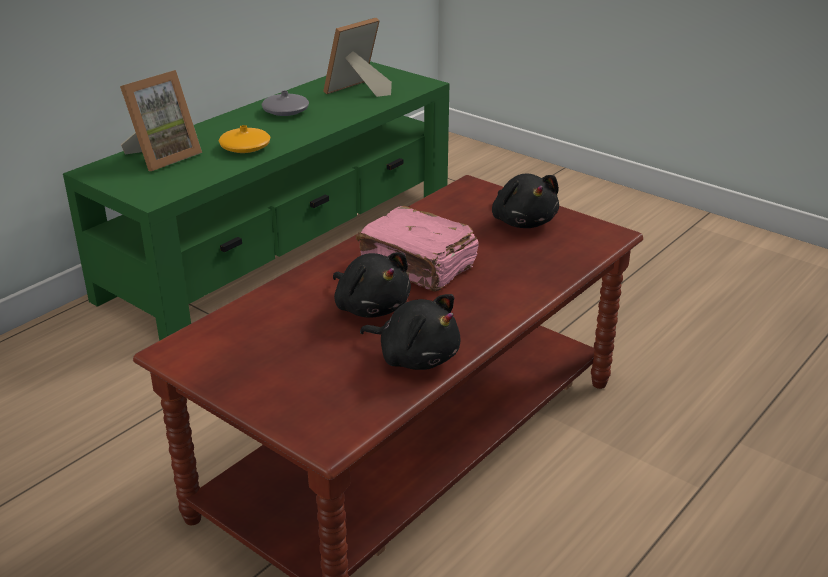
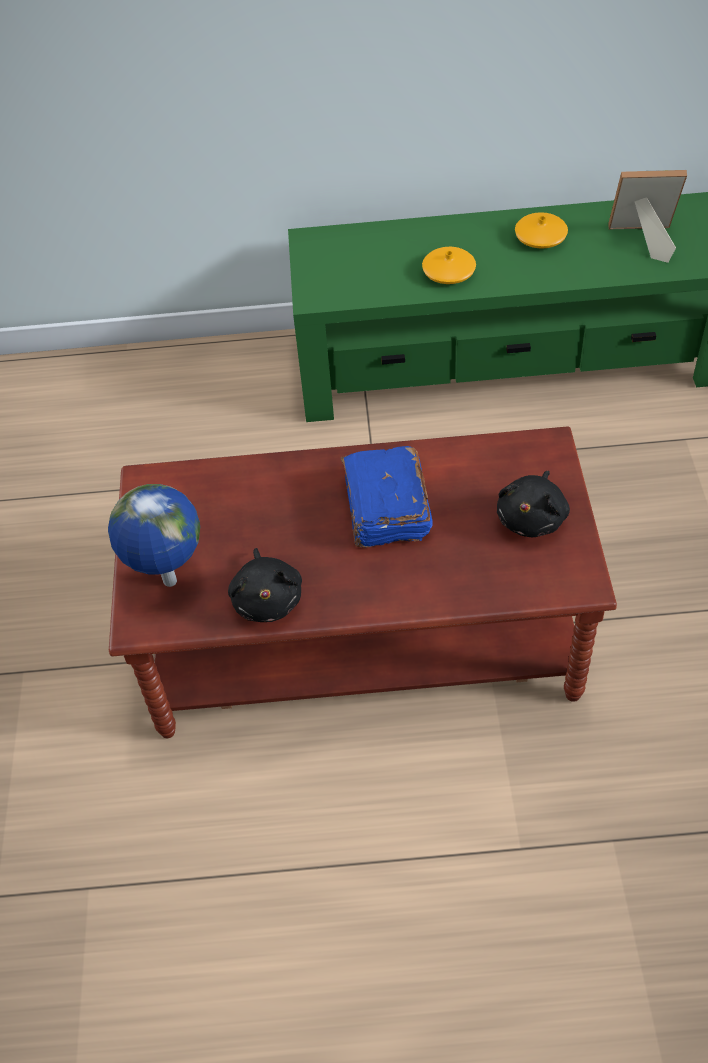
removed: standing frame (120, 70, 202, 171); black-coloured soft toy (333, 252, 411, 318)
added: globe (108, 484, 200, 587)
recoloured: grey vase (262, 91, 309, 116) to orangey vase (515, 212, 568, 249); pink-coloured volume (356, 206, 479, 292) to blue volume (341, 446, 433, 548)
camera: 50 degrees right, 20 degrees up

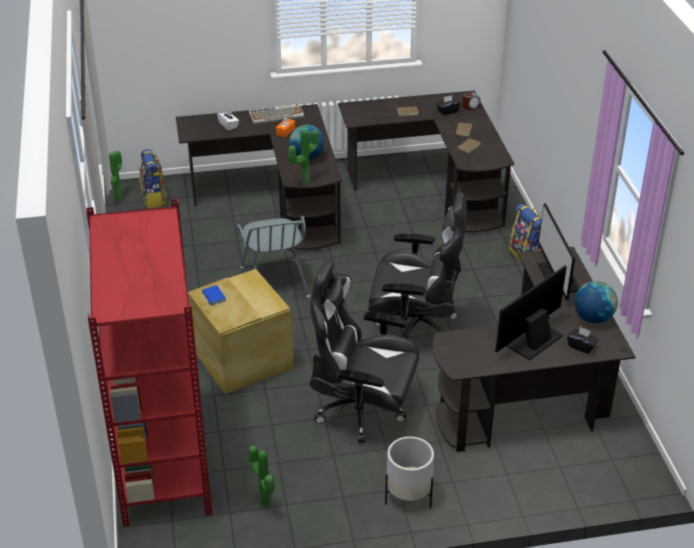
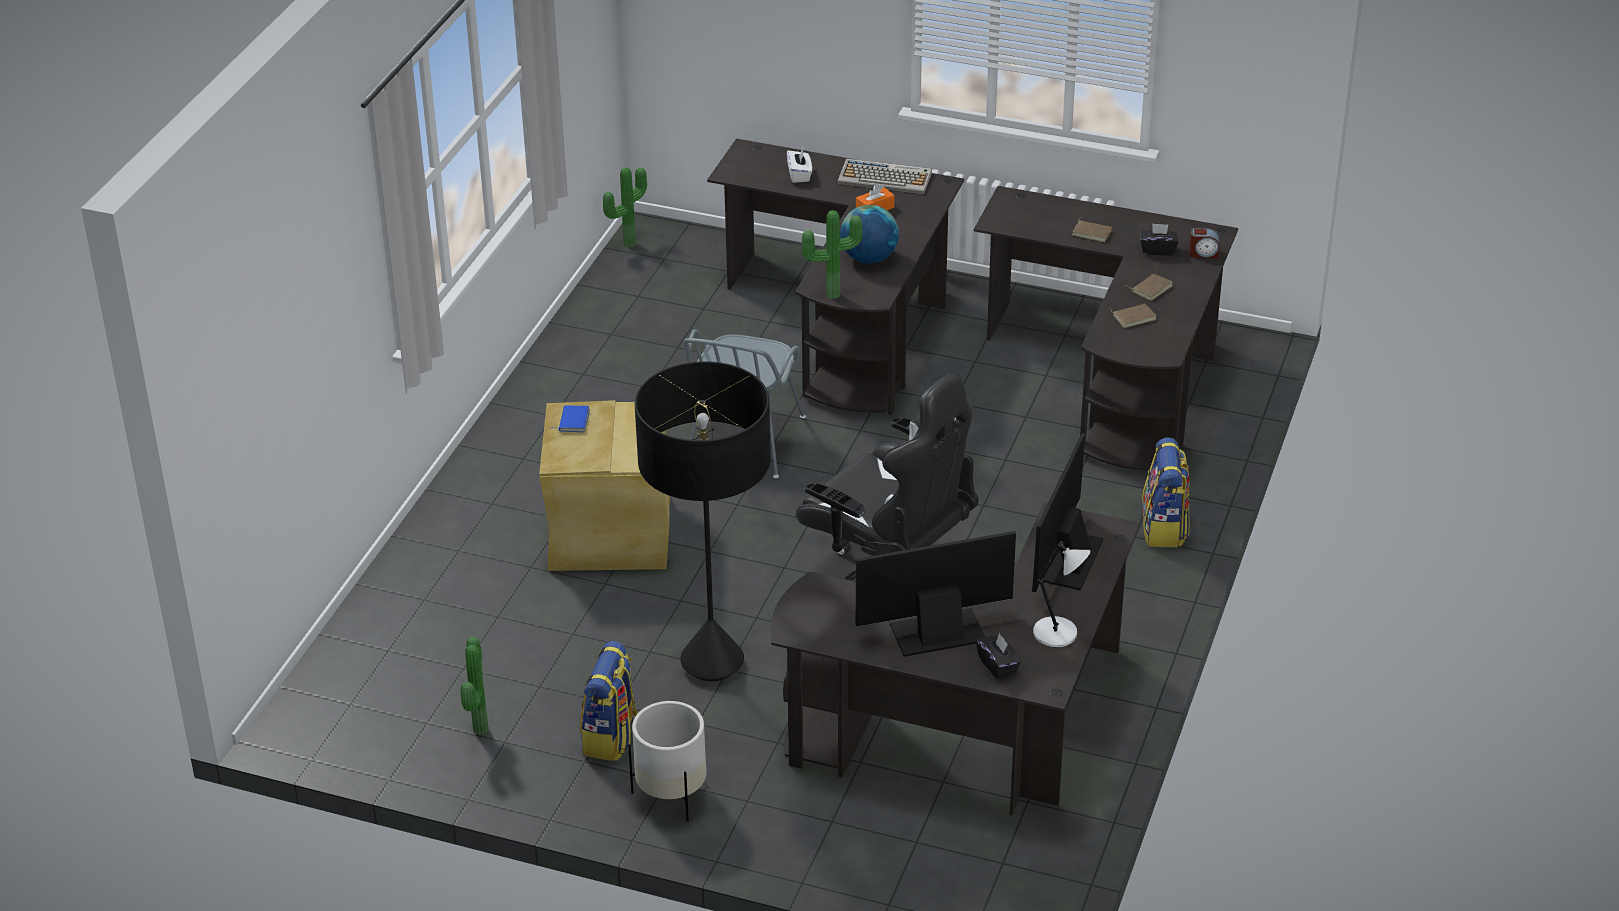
removed: reddish shelving unit (86, 199, 212, 526)
moved: knapsack (139, 149, 168, 208) to (580, 641, 639, 761)
replaced: black-coloured computer chair (310, 259, 419, 443) to black-coloured standing lamp (635, 361, 771, 681); globe (574, 281, 618, 323) to grey table lamp (1033, 541, 1091, 647)
camera: 30 degrees right, 0 degrees up

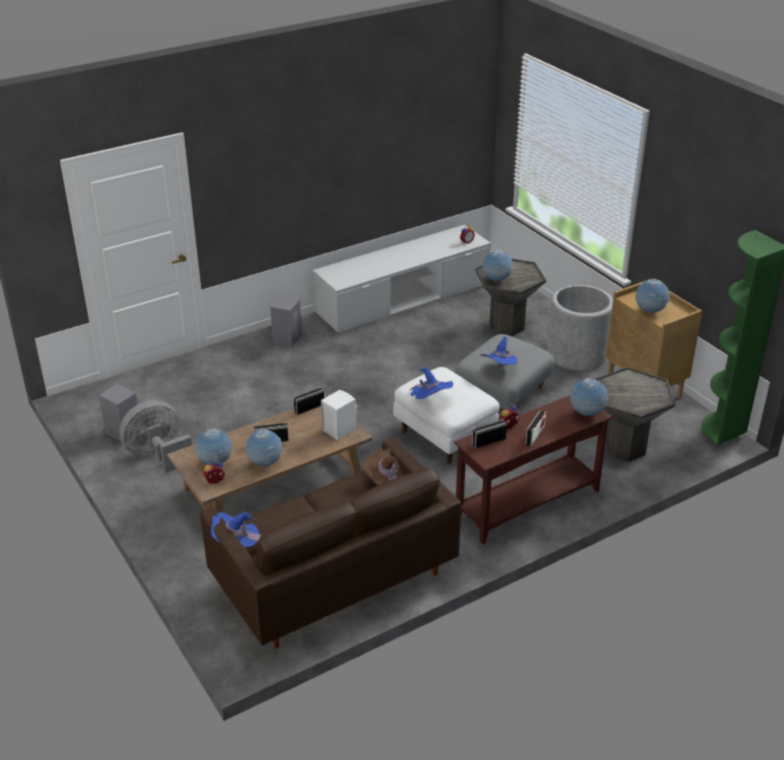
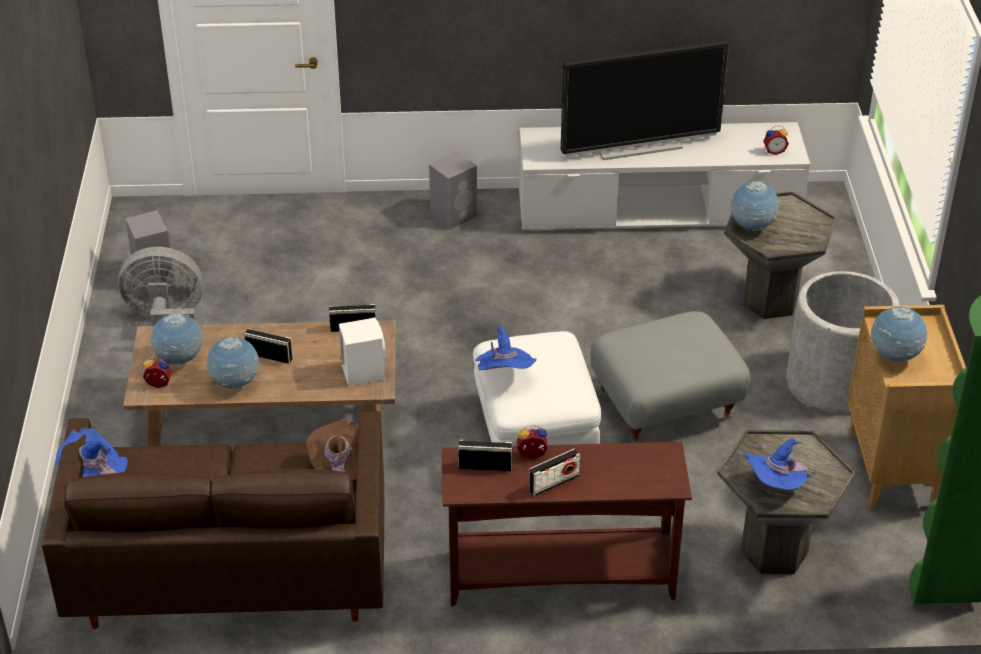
removed: globe (570, 378, 608, 416)
added: TV (561, 41, 729, 160)
moved: blue clothing hat (480, 336, 517, 365) to (743, 438, 815, 490)
camera: 30 degrees right, 5 degrees up

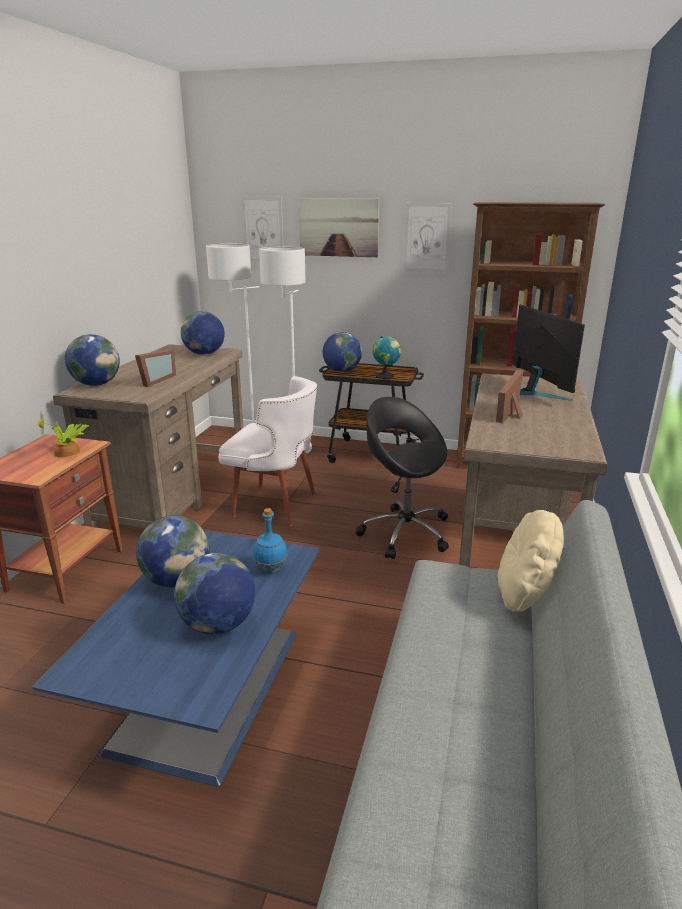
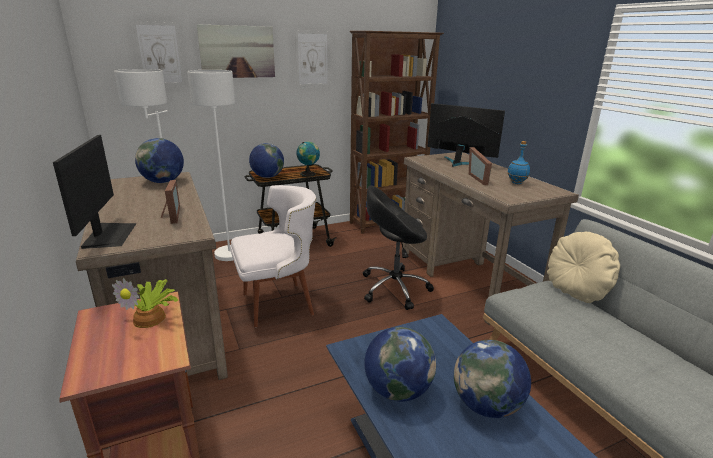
moved: blue beverage bottle (253, 508, 287, 573) to (507, 141, 530, 184)
replaced: globe (65, 334, 120, 386) to monitor (53, 135, 137, 249)
camera: 40 degrees left, 0 degrees up

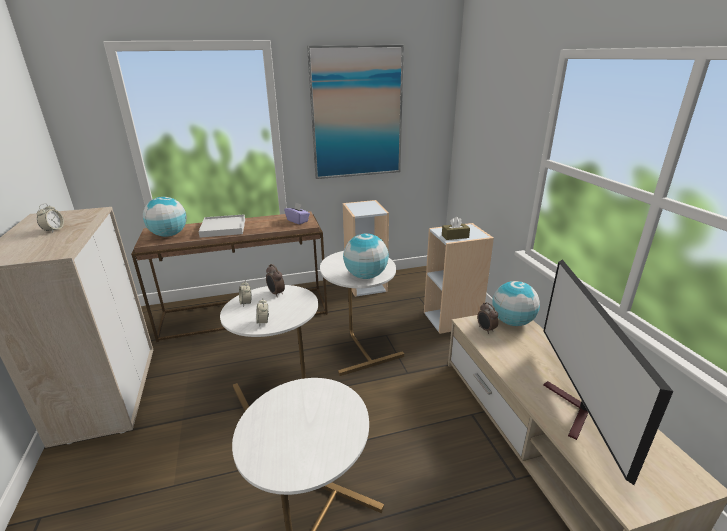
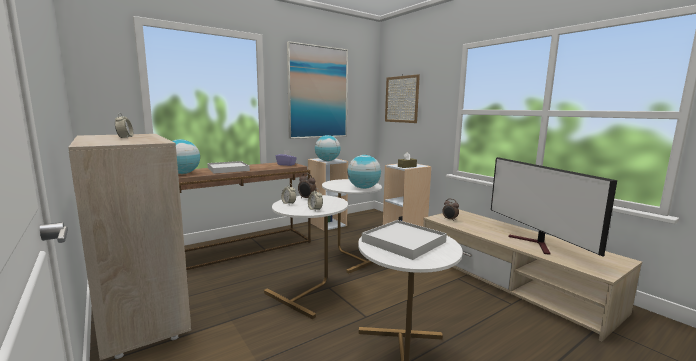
added: wall art (385, 74, 420, 123); white-coloured serving tray (362, 220, 447, 260)
moved: globe (492, 281, 540, 326) to (315, 135, 341, 161)
camera: 20 degrees left, 15 degrees down

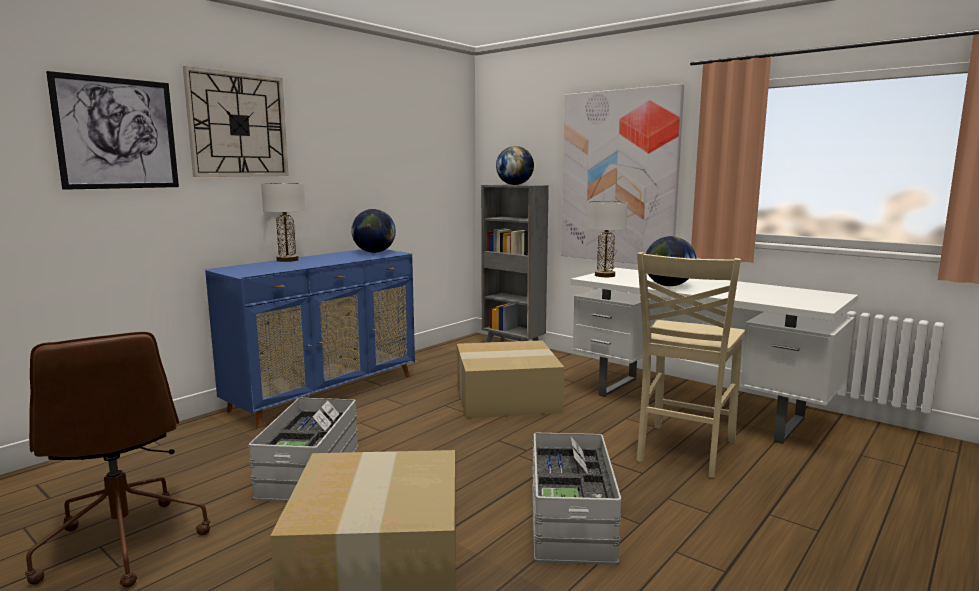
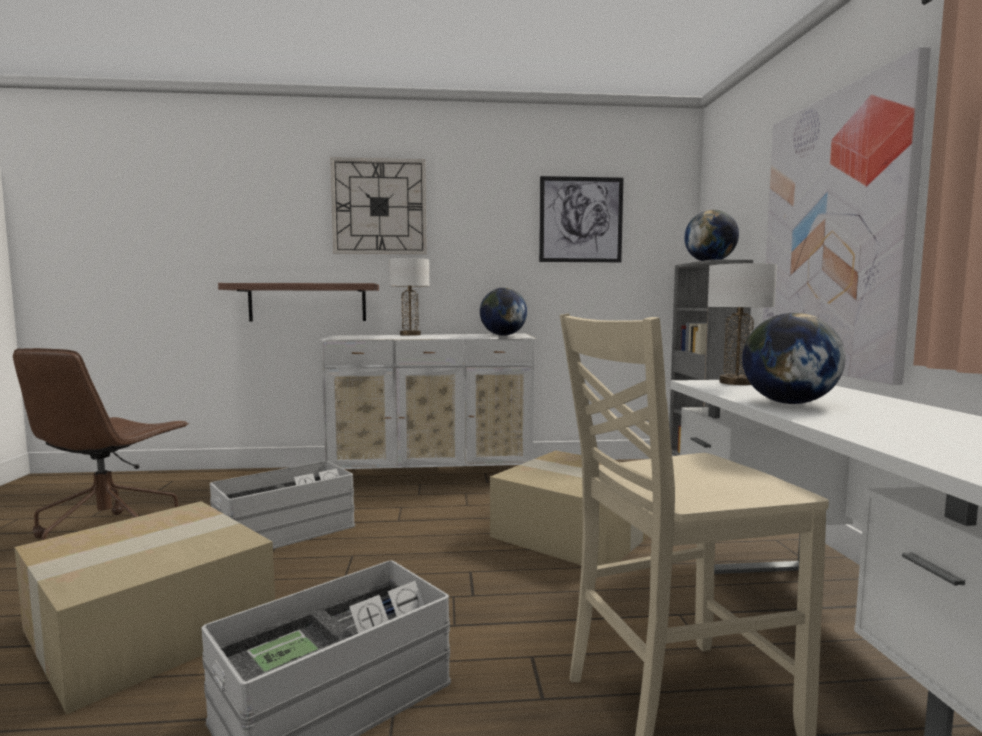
added: wall shelf (218, 283, 379, 321)
moved: wall art (46, 71, 179, 190) to (539, 176, 624, 262)
recoloured: blue cupboard (204, 249, 415, 428) to white-coloured cupboard (320, 333, 536, 470)
camera: 45 degrees right, 5 degrees down

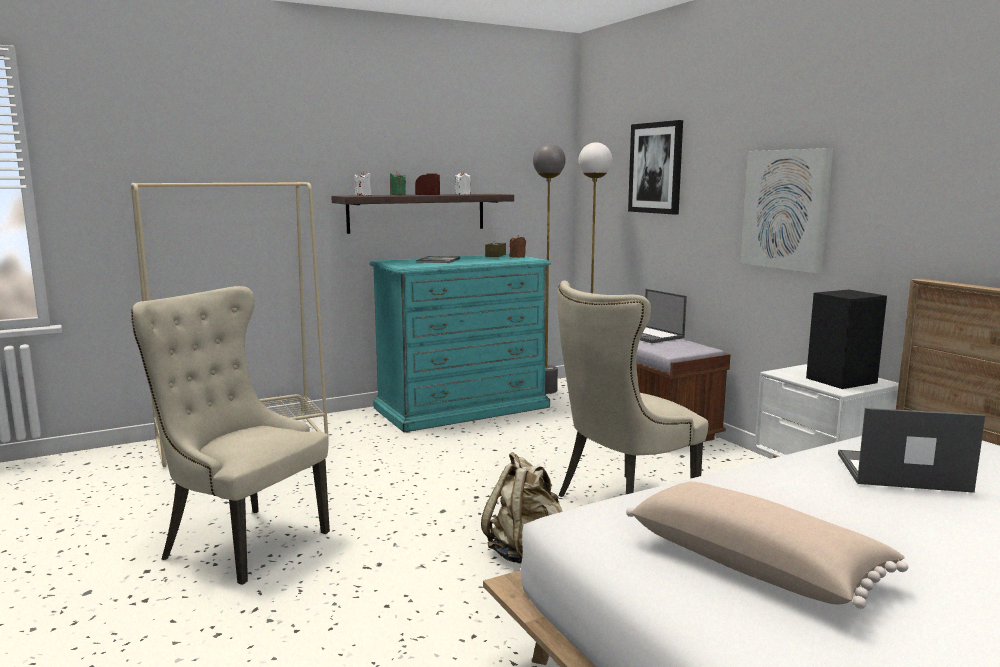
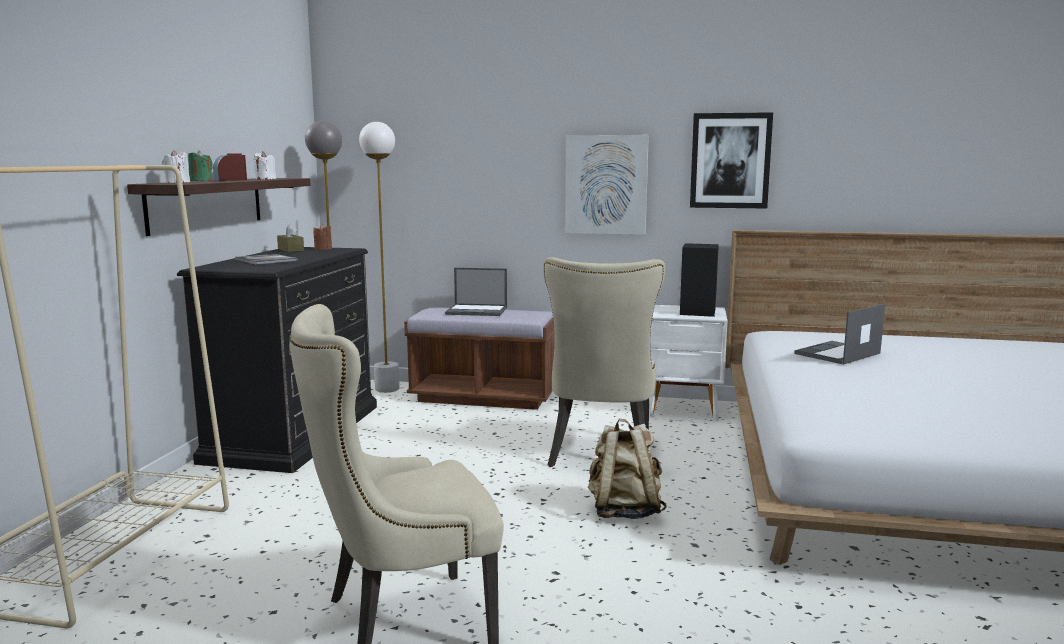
removed: beige pillow (626, 481, 908, 609)
moved: wall art (628, 120, 683, 215) to (690, 112, 773, 209)
recoloured: blue-green drawer chest (369, 253, 551, 432) to black-coloured drawer chest (177, 247, 377, 473)
camera: 50 degrees left, 0 degrees up

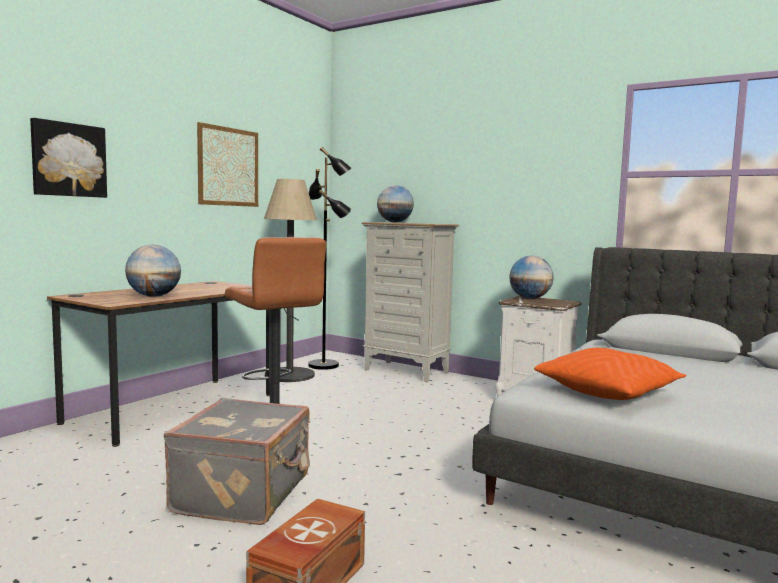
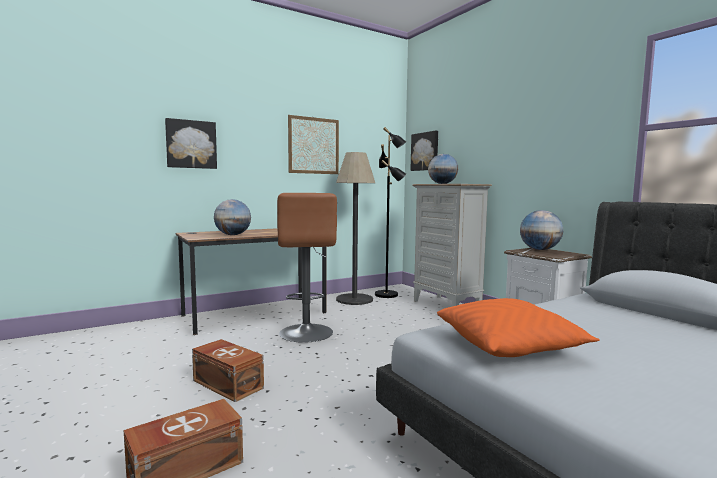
added: wall art (410, 131, 438, 171)
replaced: grey travel case (164, 398, 310, 525) to brown storage container (192, 339, 264, 402)
camera: 25 degrees right, 0 degrees up

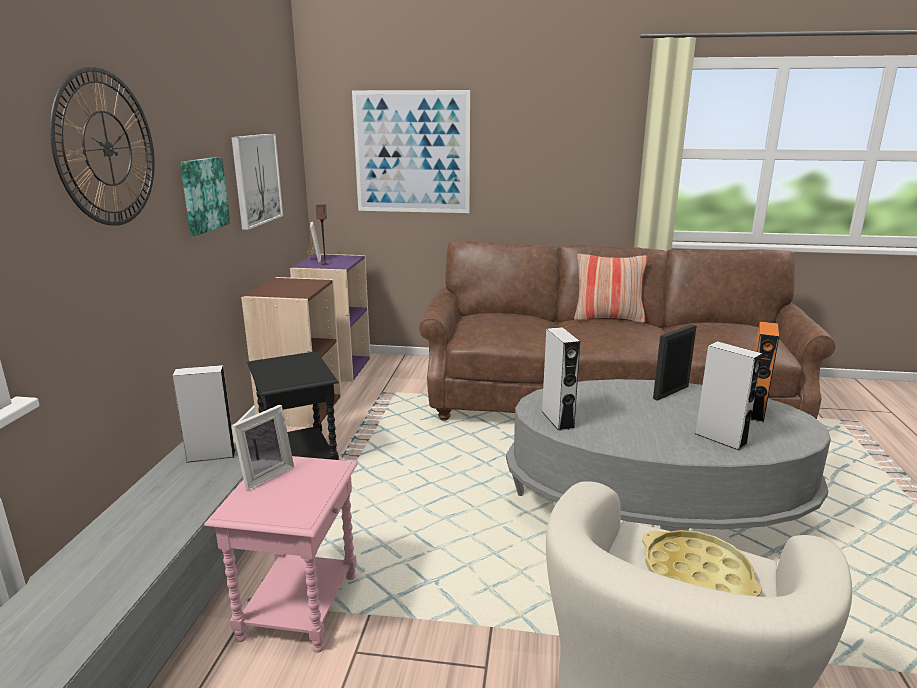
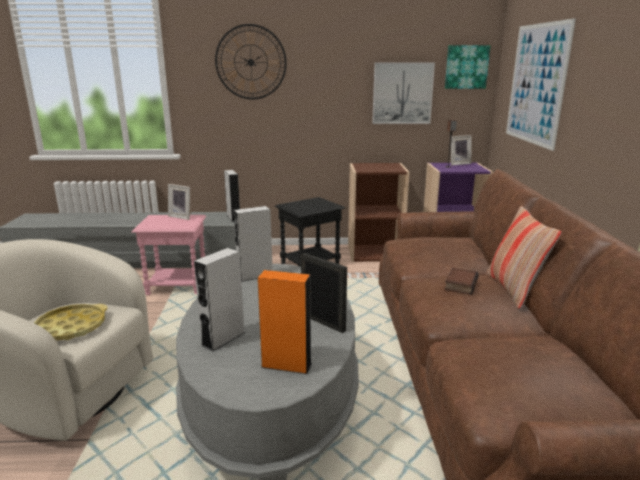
added: volume (444, 268, 479, 295)
moved: wall art (180, 157, 230, 235) to (445, 45, 491, 89)
camera: 80 degrees right, 0 degrees up

